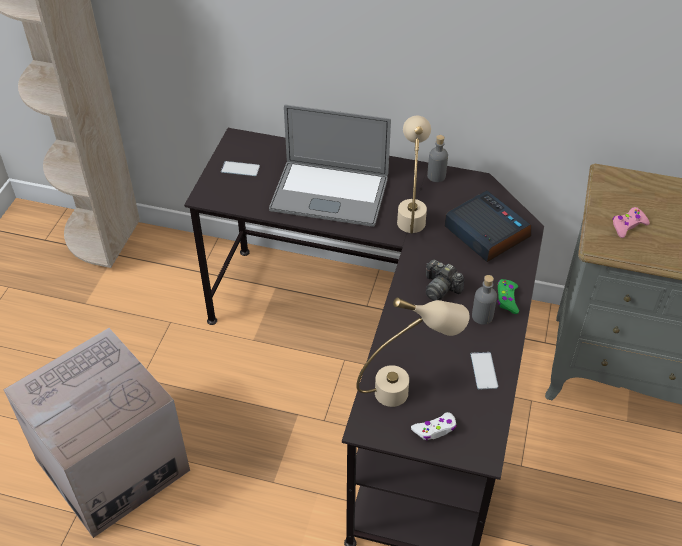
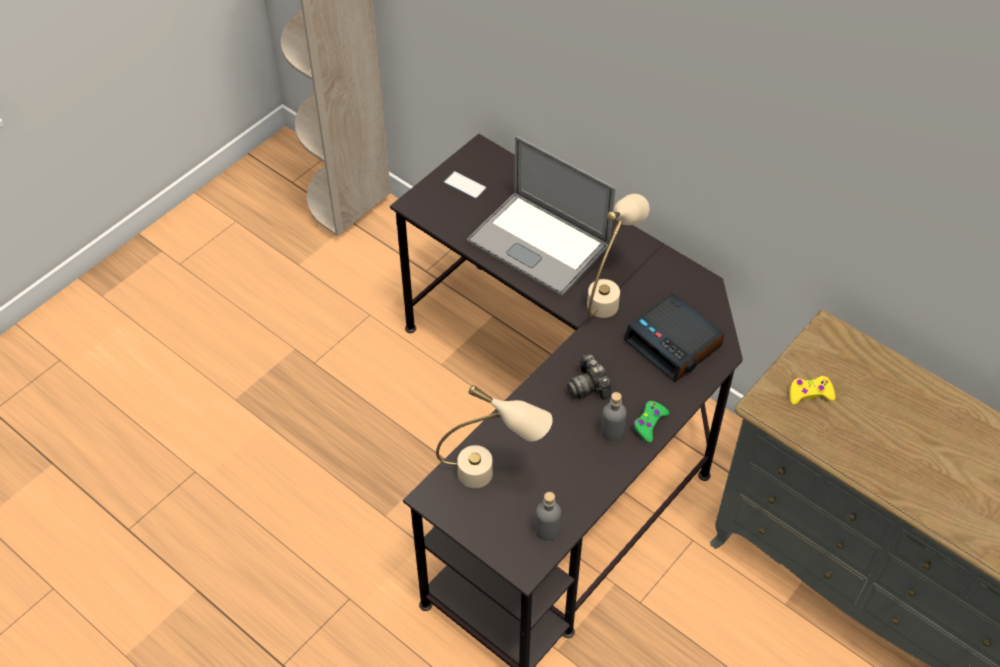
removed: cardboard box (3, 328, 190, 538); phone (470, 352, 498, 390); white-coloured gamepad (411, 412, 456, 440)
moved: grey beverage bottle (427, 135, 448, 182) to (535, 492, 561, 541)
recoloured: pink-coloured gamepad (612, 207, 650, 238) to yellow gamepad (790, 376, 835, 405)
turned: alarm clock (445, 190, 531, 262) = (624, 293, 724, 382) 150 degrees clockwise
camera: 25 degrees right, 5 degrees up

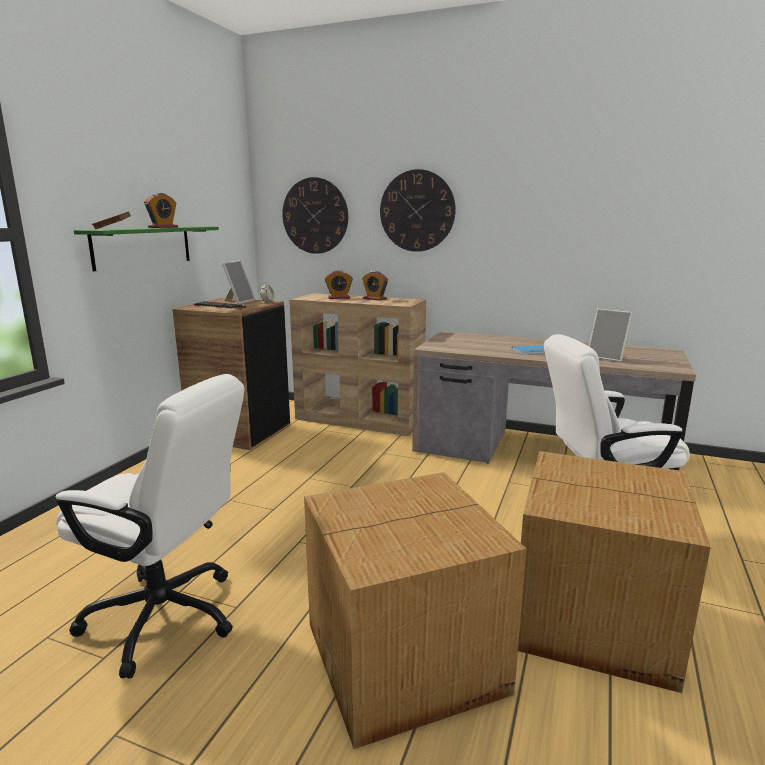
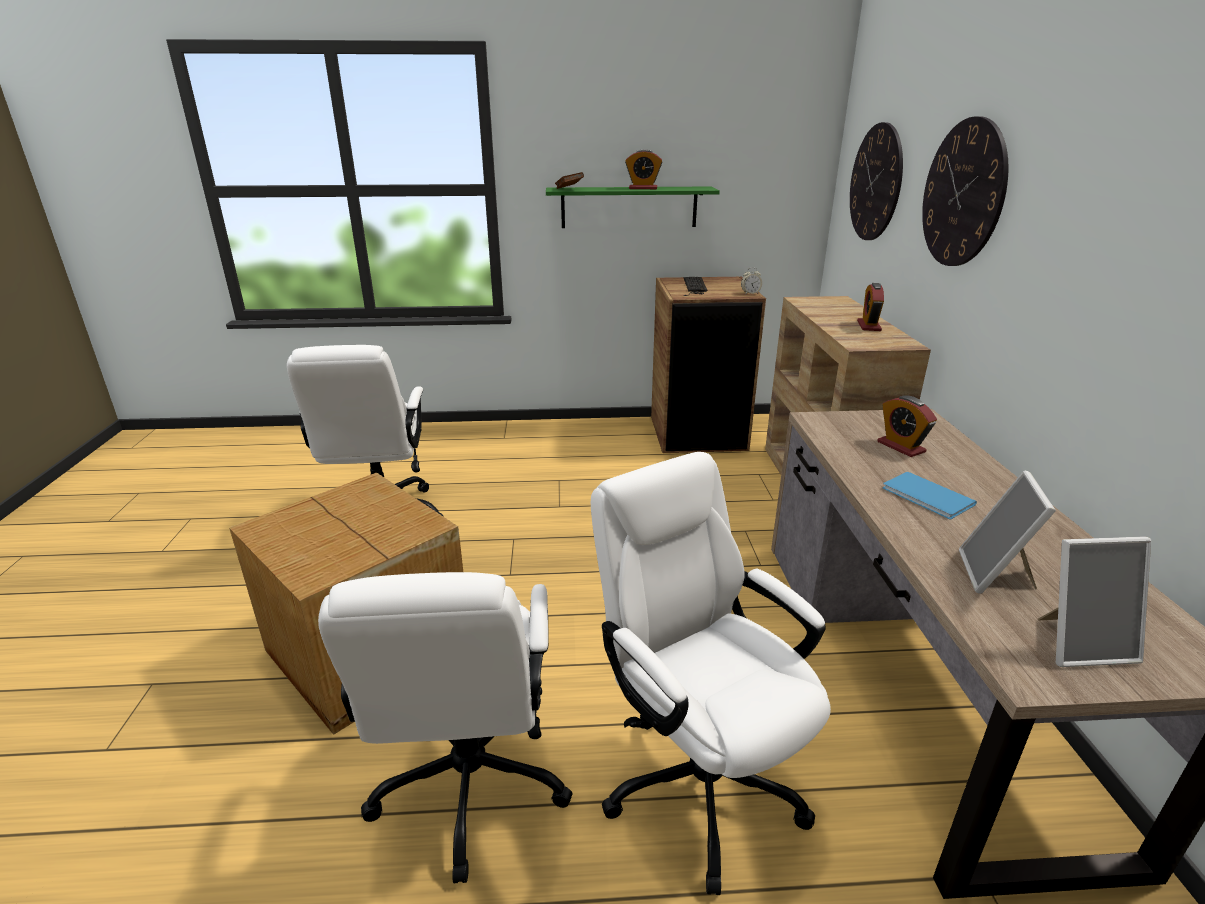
moved: standing frame (222, 260, 255, 304) to (1038, 536, 1151, 667); alarm clock (325, 270, 353, 299) to (877, 395, 937, 457)
replaced: cardboard box (518, 451, 711, 693) to white-coloured computer chair (318, 572, 573, 883)
camera: 65 degrees right, 10 degrees up

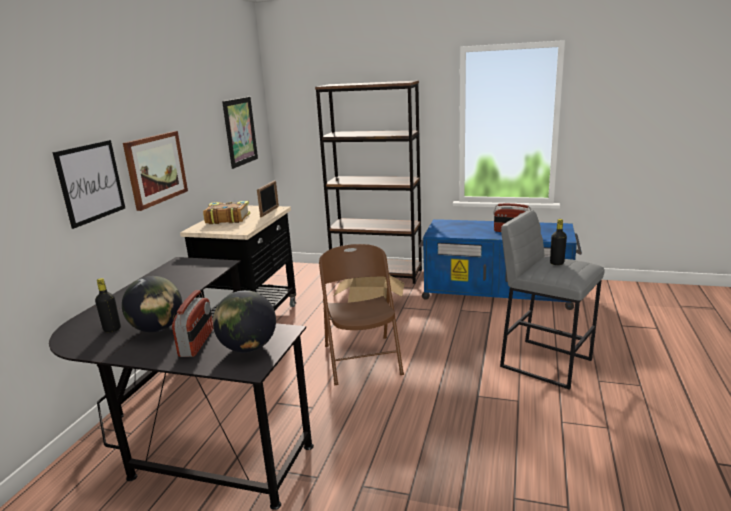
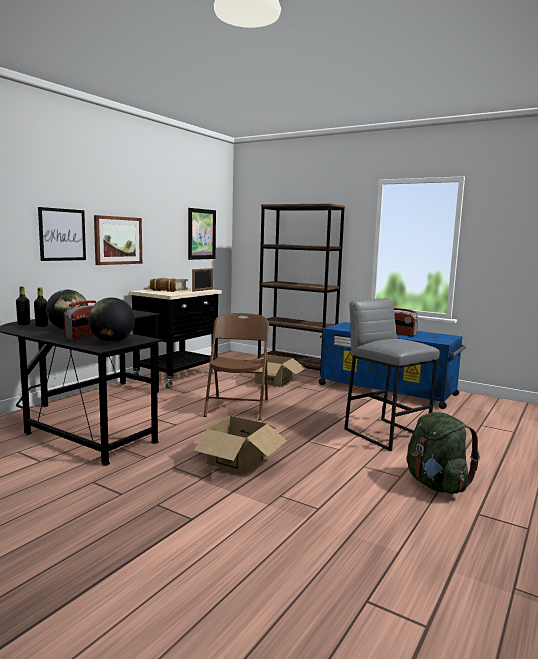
added: greenish knapsack (407, 412, 480, 494); cardboard box (189, 416, 287, 474)
moved: black-coloured beverage bottle (550, 219, 567, 265) to (16, 286, 30, 325)
camera: 15 degrees right, 10 degrees down

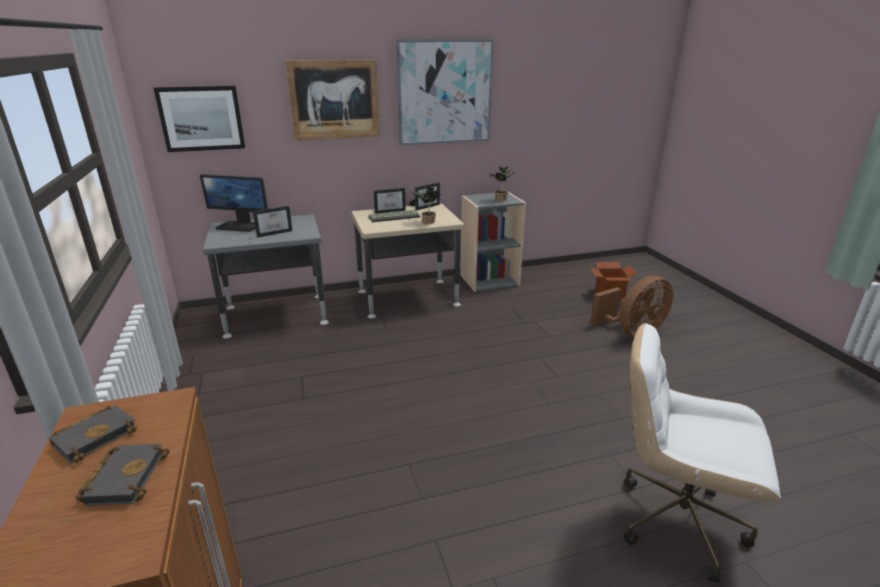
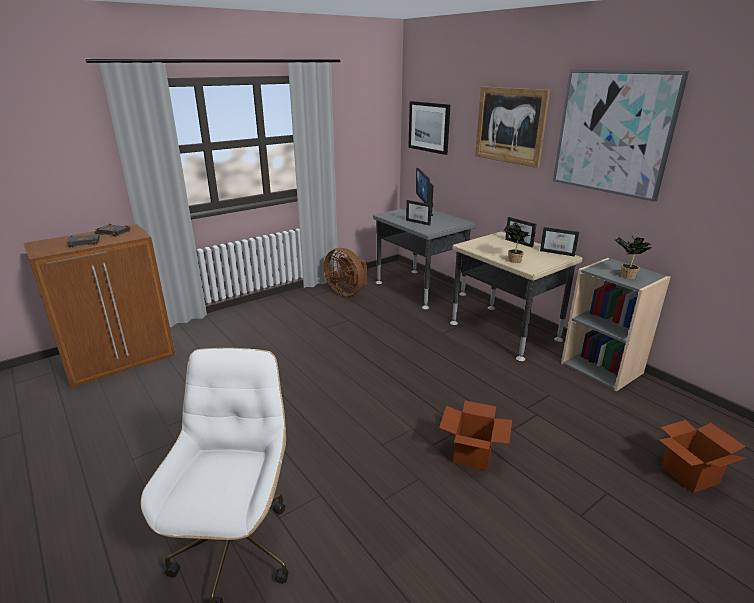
removed: keyboard (368, 210, 421, 222)
added: cardboard box (439, 401, 512, 471)
moved: brown electric fan (590, 276, 673, 337) to (324, 248, 367, 297)
camera: 70 degrees right, 0 degrees up

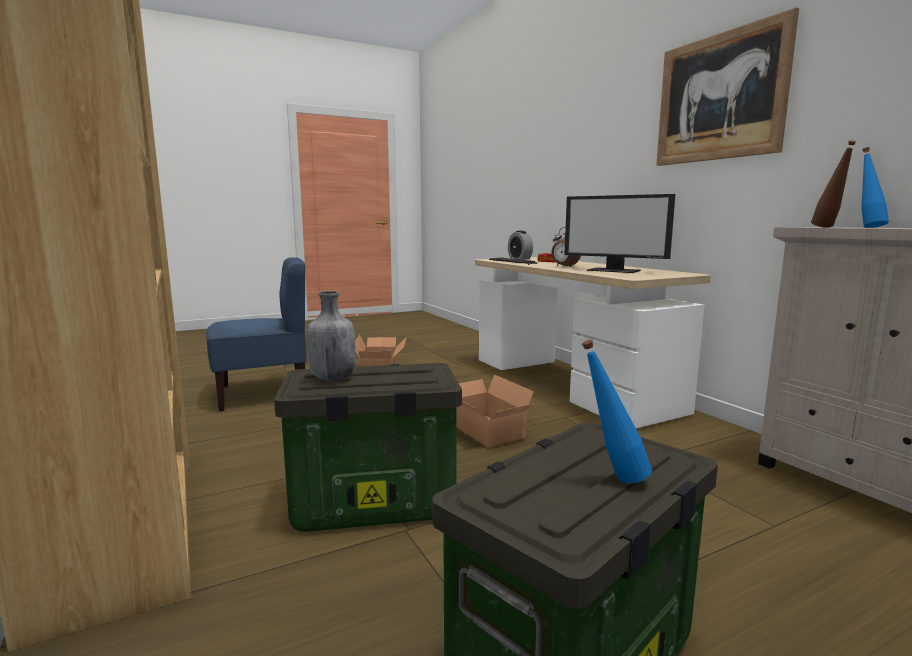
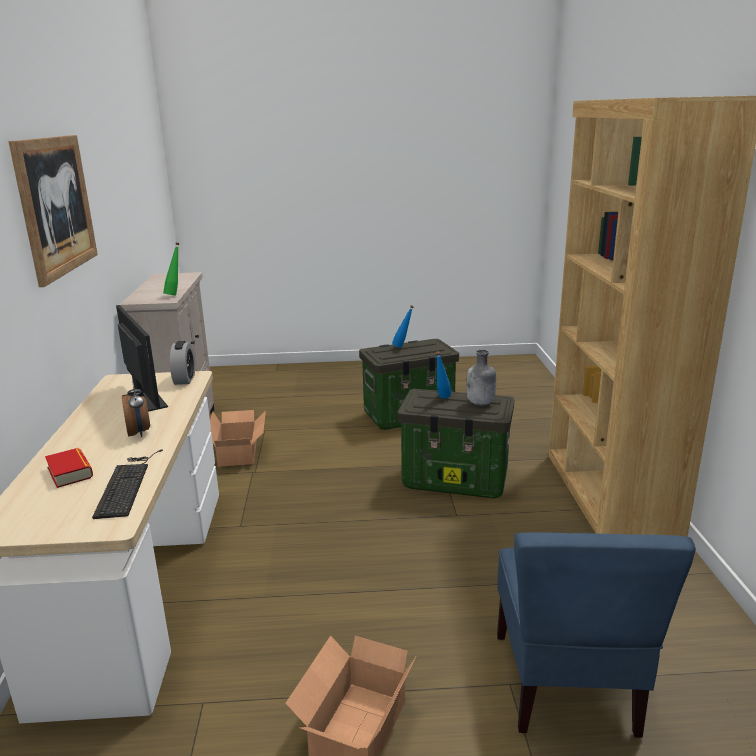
moved: blue beverage bottle (861, 147, 889, 228) to (436, 351, 451, 398); alarm clock (508, 231, 533, 260) to (170, 341, 195, 385); cardboard box (457, 374, 534, 447) to (210, 410, 266, 467)
recoloured: brown beverage bottle (811, 140, 856, 227) to greenish beverage bottle (163, 243, 179, 296)
turned: blue chair (205, 257, 307, 412) = (497, 532, 696, 738) 90 degrees counterclockwise
camera: 155 degrees left, 10 degrees up

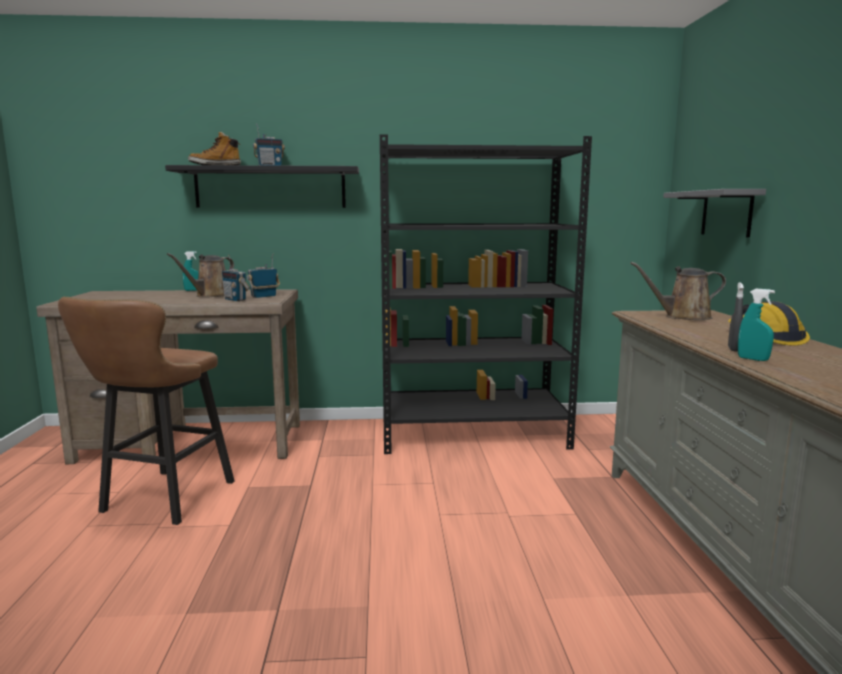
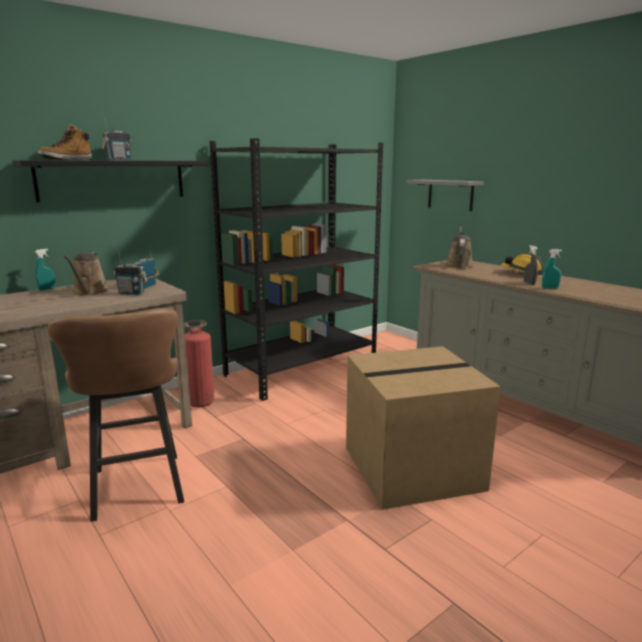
added: extinguisher (184, 320, 214, 407); cardboard box (346, 346, 501, 510)
turned: brown sprinkling can (630, 262, 726, 320) = (445, 227, 473, 269) 135 degrees clockwise
camera: 35 degrees left, 5 degrees up

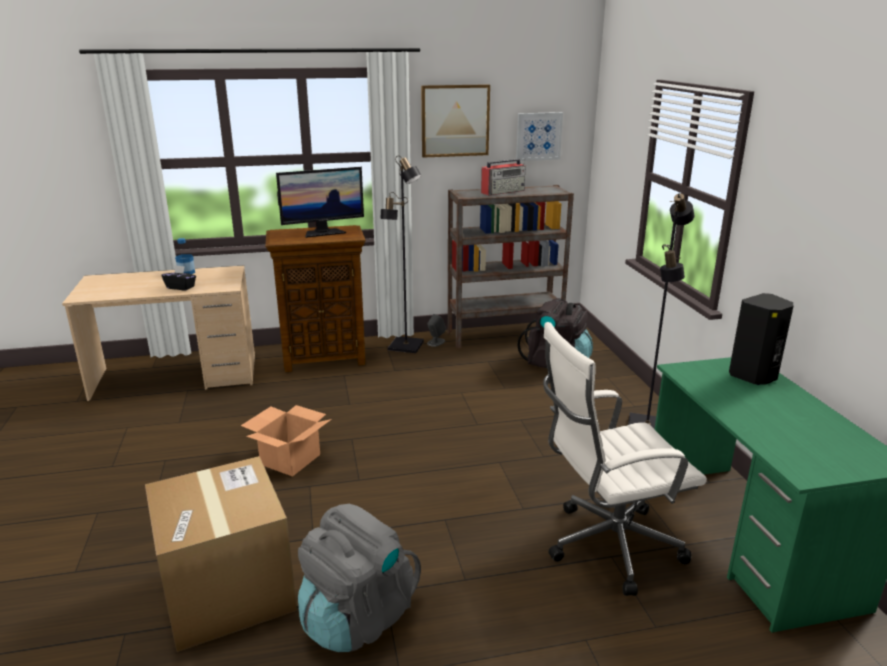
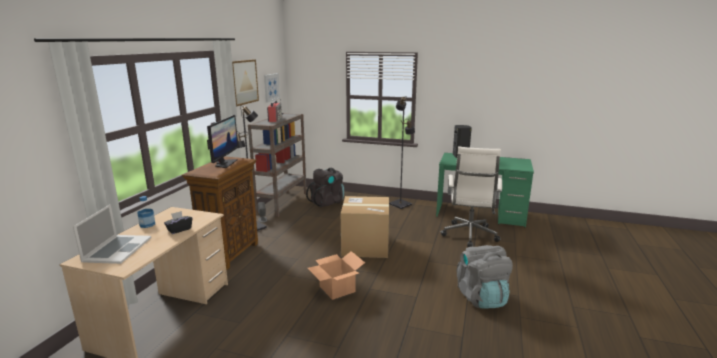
added: laptop (73, 204, 152, 264)
moved: cardboard box (145, 456, 297, 652) to (341, 196, 389, 258)
camera: 60 degrees left, 5 degrees down

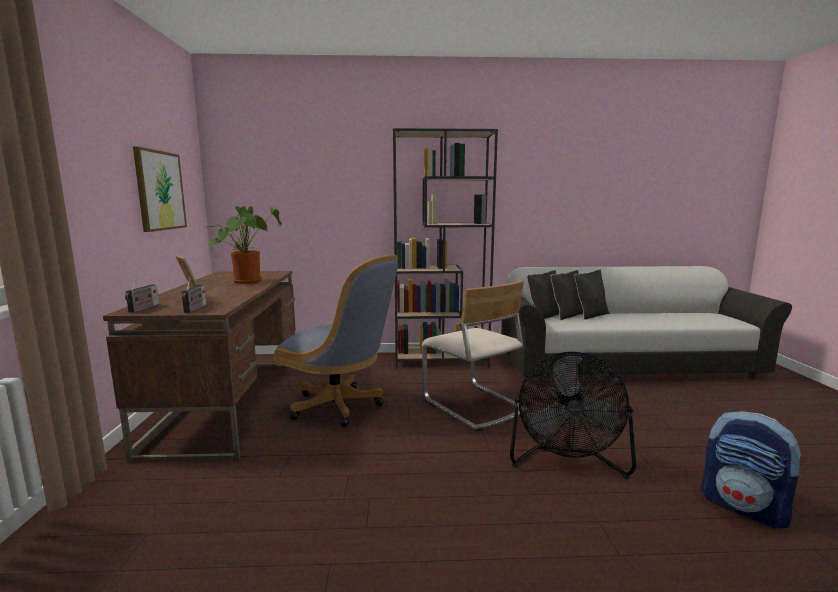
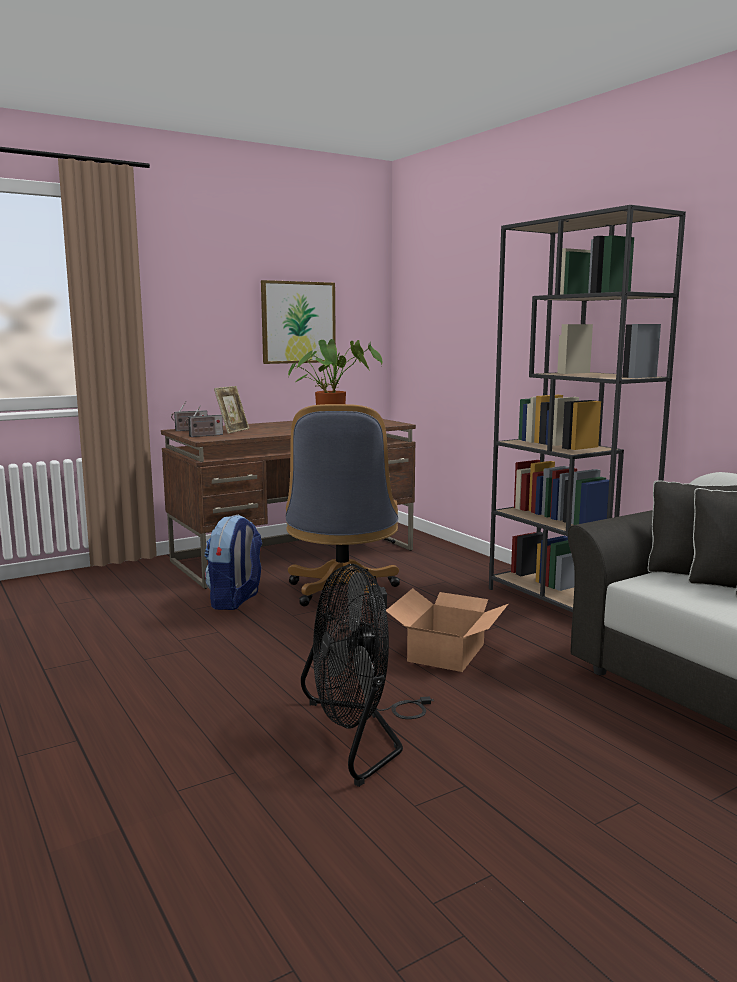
moved: knapsack (701, 411, 806, 529) to (204, 514, 262, 610)
replaced: beige chair (422, 281, 527, 431) to cardboard box (386, 588, 508, 672)
camera: 60 degrees right, 0 degrees up

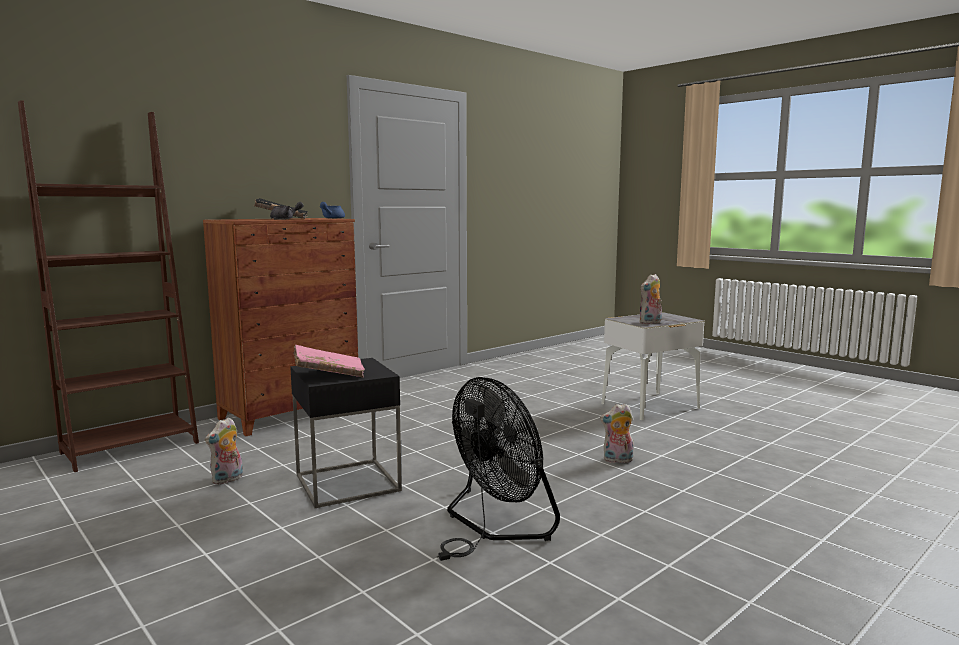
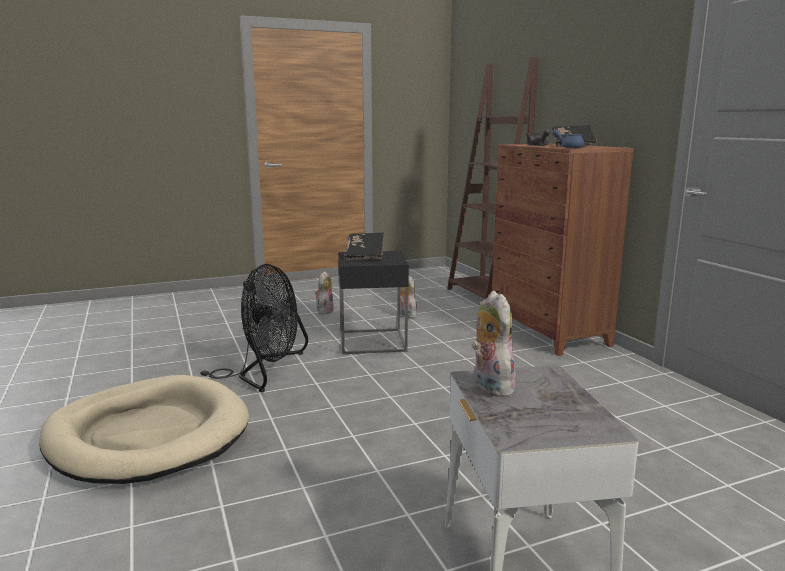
added: beige pet bed (39, 375, 249, 484)
moved: soft toy (600, 403, 634, 463) to (315, 271, 334, 314)
recoloured: pink-coloured volume (293, 345, 365, 378) to black-coloured volume (344, 232, 384, 260)
turned: black-coloured electric fan (436, 377, 560, 561) = (200, 264, 308, 393) 60 degrees counterclockwise
camera: 110 degrees right, 5 degrees up

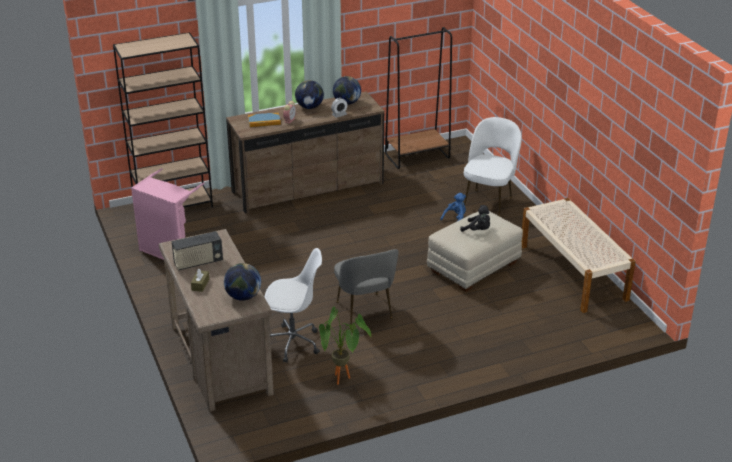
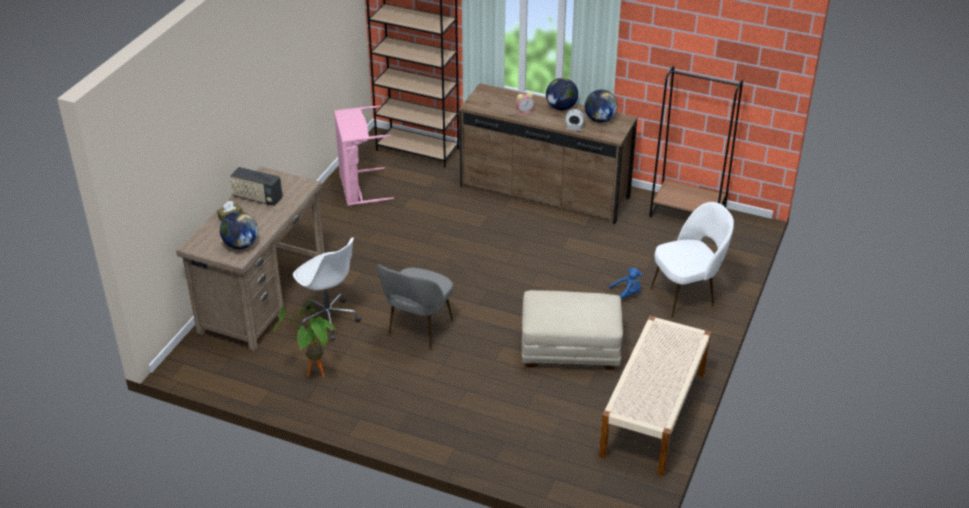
removed: volume (248, 112, 281, 127); black-coloured soft toy (460, 205, 490, 232)
camera: 45 degrees right, 5 degrees up

